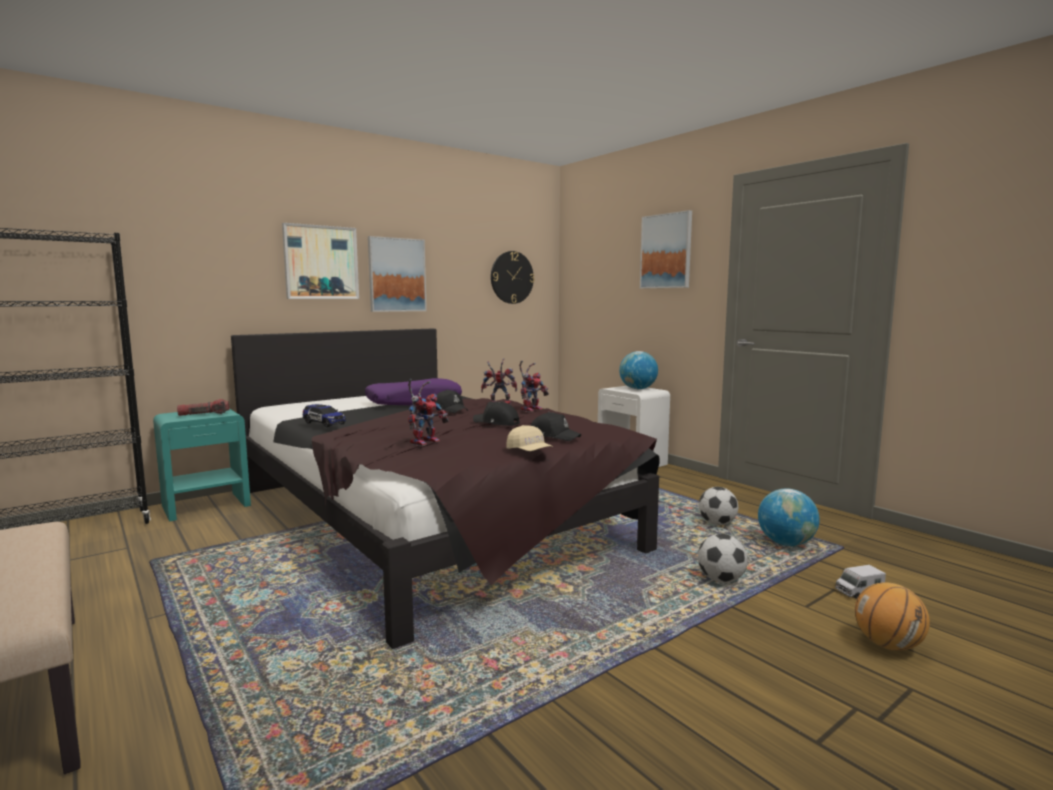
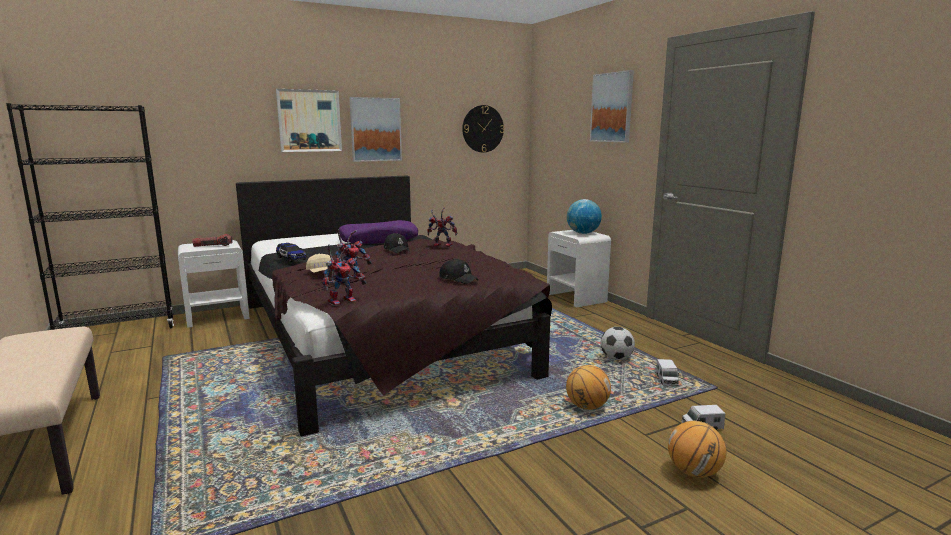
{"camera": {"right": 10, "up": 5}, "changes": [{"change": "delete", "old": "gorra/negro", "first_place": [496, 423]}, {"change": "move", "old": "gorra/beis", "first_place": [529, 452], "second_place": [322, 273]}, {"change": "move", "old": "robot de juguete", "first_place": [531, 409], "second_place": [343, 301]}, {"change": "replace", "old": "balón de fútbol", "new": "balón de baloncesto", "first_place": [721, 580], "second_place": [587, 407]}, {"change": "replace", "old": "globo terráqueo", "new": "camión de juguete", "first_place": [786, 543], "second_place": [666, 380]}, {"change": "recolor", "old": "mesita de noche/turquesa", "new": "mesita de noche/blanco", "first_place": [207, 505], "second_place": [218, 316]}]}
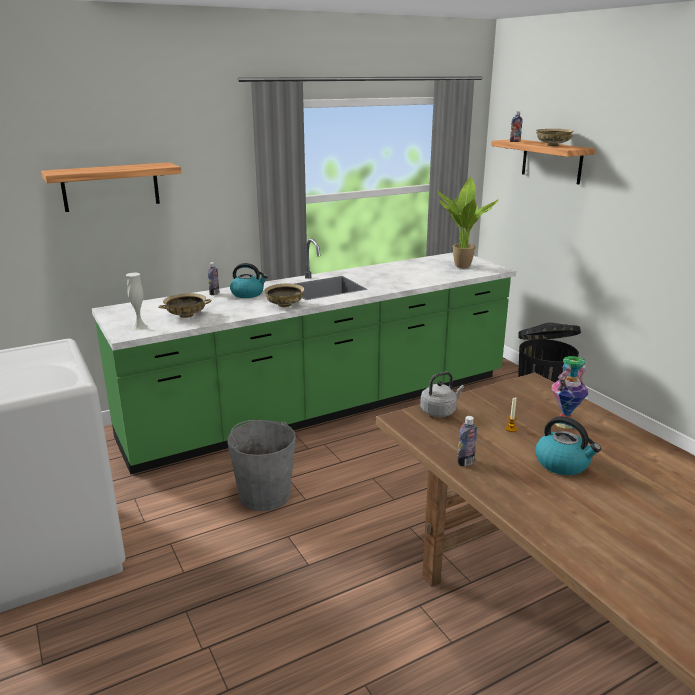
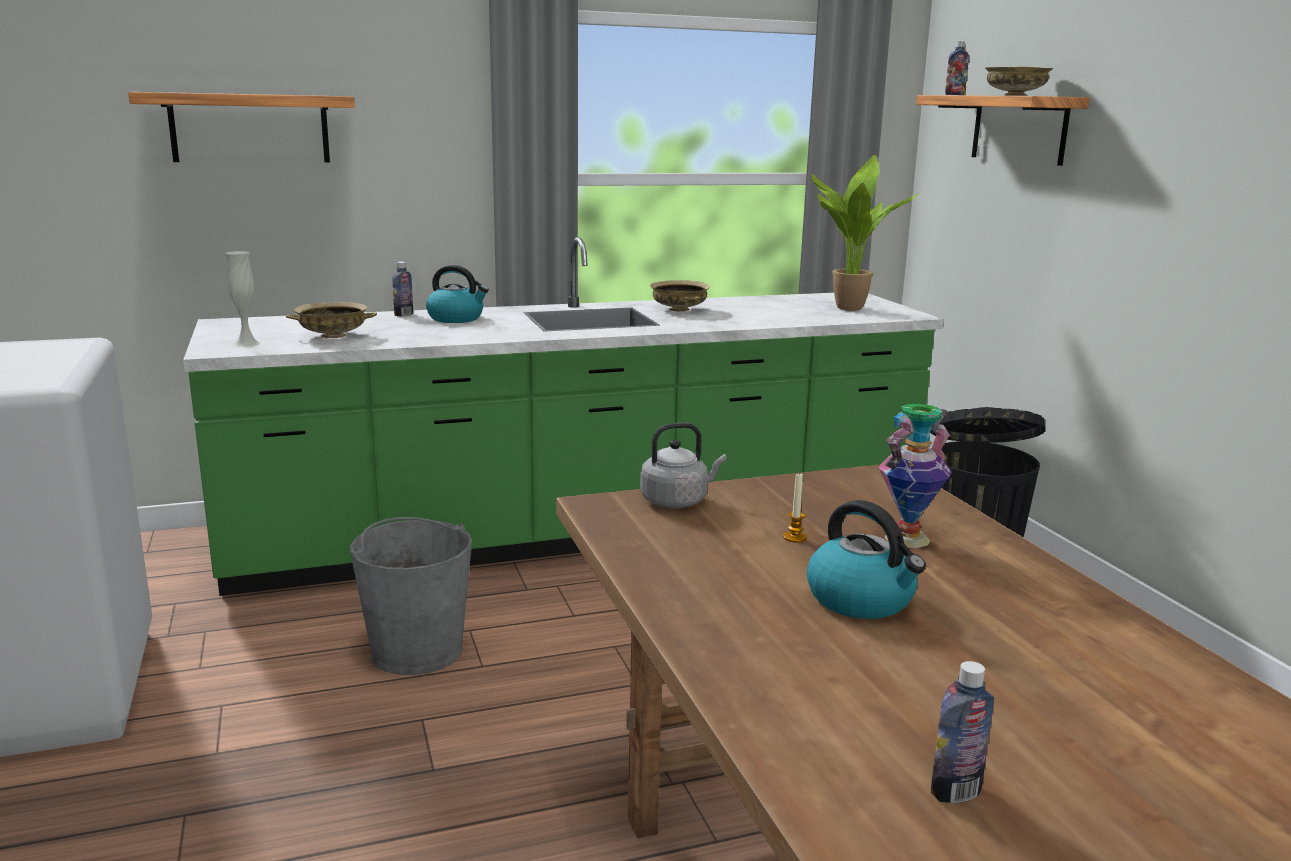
{"camera": {"right": 10, "up": -5}, "changes": [{"change": "move", "old": "cuenco/beis", "first_place": [285, 305], "second_place": [679, 310]}, {"change": "move", "old": "botella", "first_place": [465, 462], "second_place": [955, 792]}]}
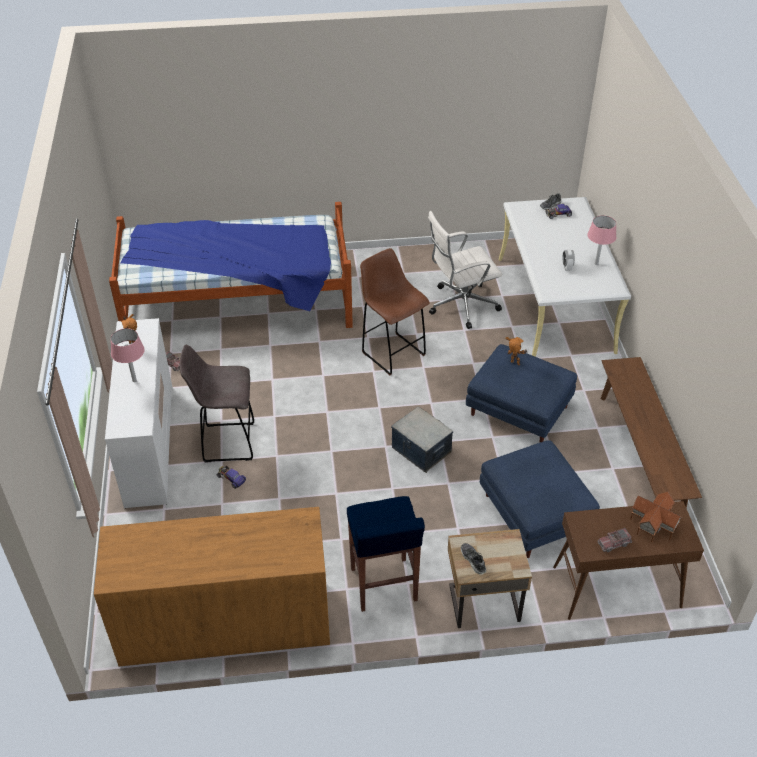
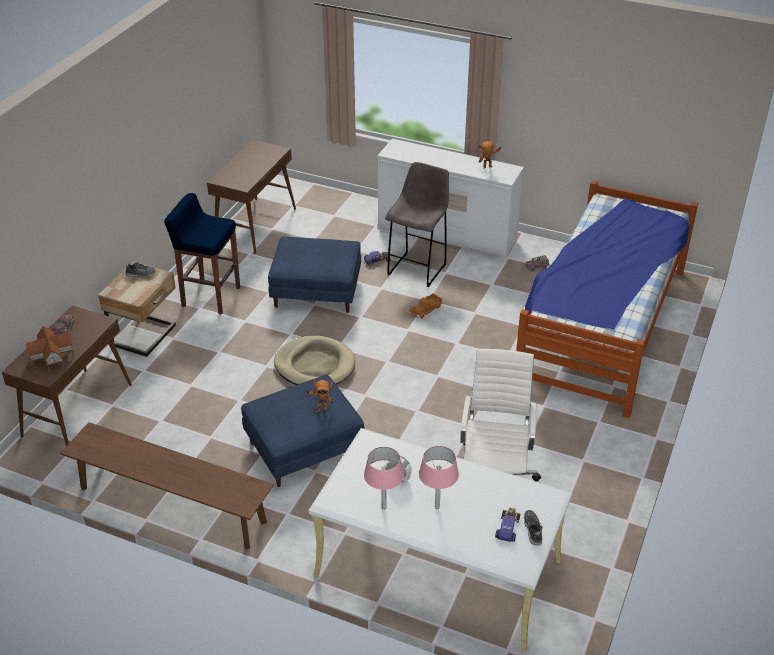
{"camera": {"right": 120, "up": -5}, "changes": [{"change": "delete", "old": "taburete/marrón", "first_place": [392, 352]}, {"change": "insert", "new": "camión de juguete", "second_place": [426, 309]}, {"change": "move", "old": "lámpara de mesa/rosa", "first_place": [134, 380], "second_place": [437, 507]}, {"change": "move", "old": "puf/azul", "first_place": [533, 514], "second_place": [317, 292]}, {"change": "replace", "old": "cómoda/marrón", "new": "mesa consola/marrón", "first_place": [224, 622], "second_place": [255, 225]}, {"change": "replace", "old": "caja de almacenaje", "new": "cama para perro/beis", "first_place": [421, 450], "second_place": [315, 365]}]}
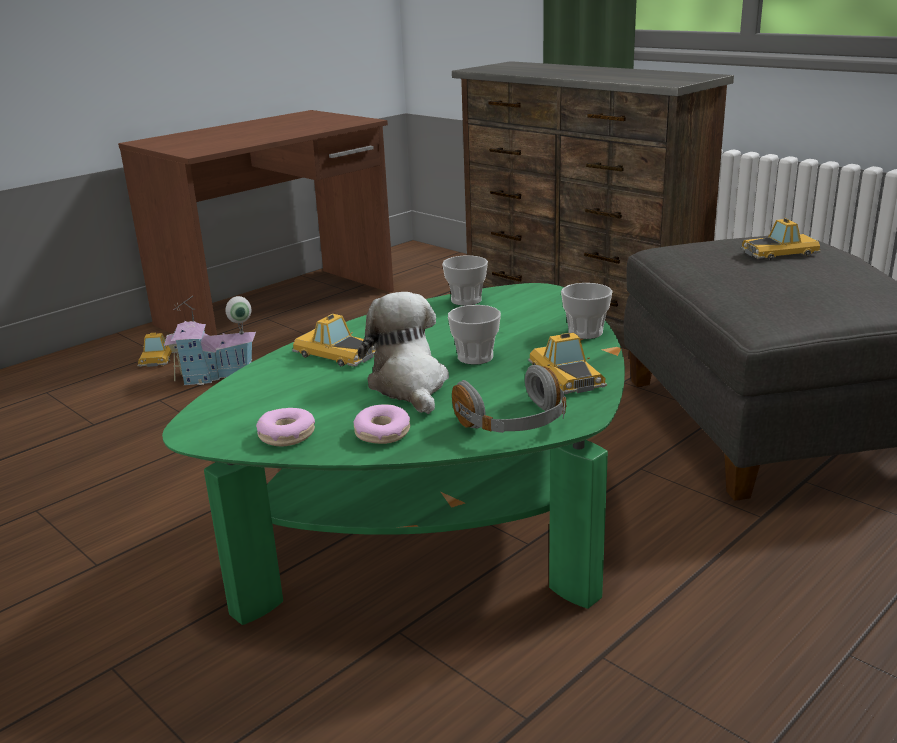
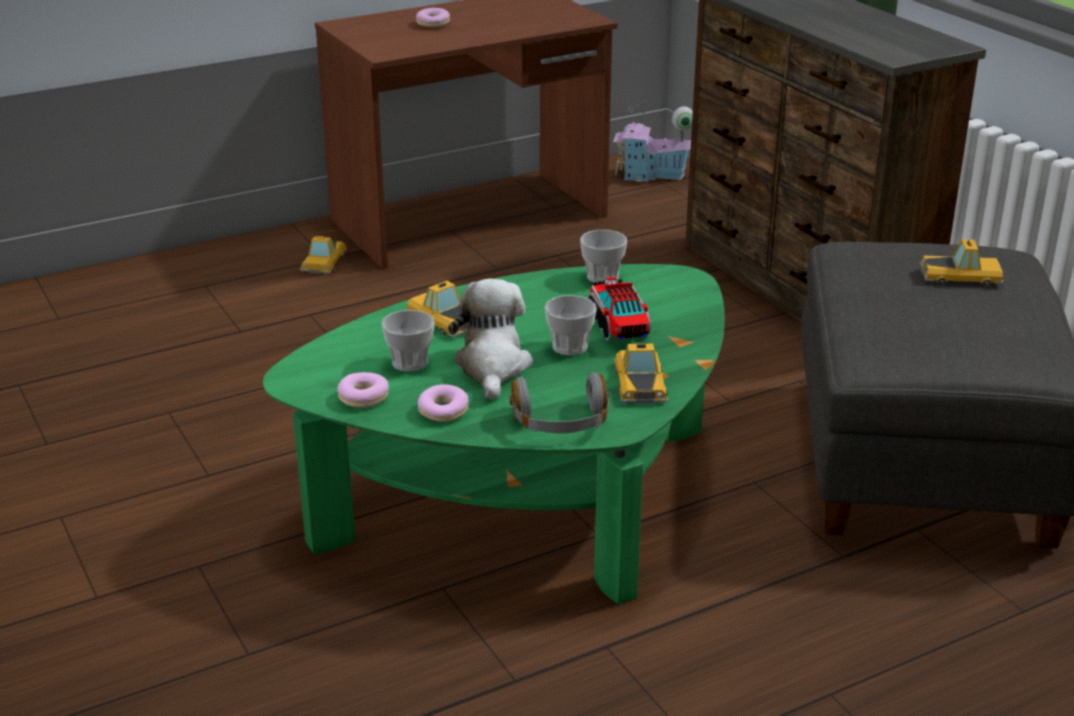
{"camera": {"right": 15, "up": 5}, "changes": [{"change": "insert", "new": "rosquilla", "second_place": [433, 24]}, {"change": "insert", "new": "camión de juguete", "second_place": [619, 324]}, {"change": "move", "old": "casita", "first_place": [216, 375], "second_place": [652, 175]}, {"change": "move", "old": "taza", "first_place": [585, 332], "second_place": [410, 363]}]}
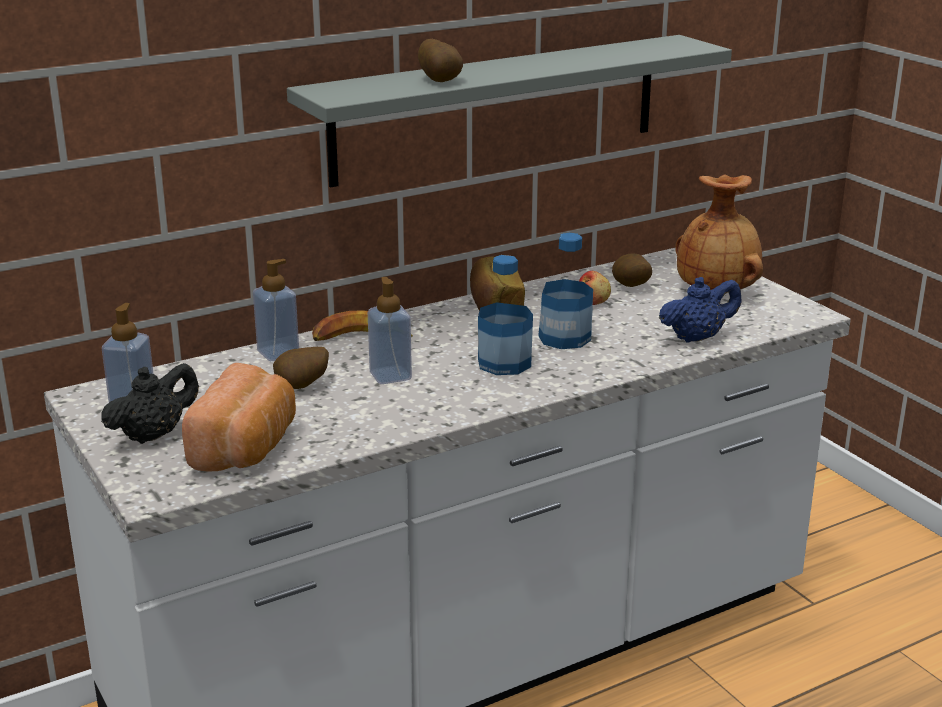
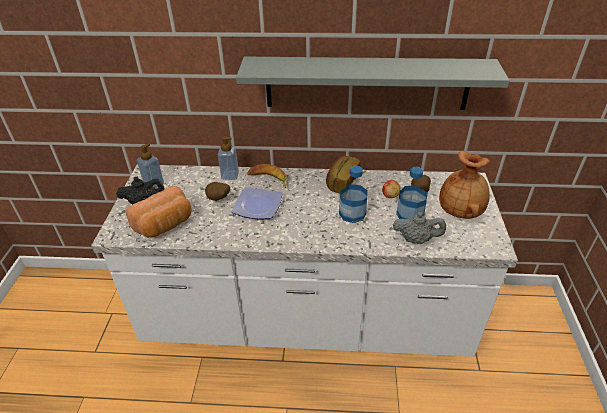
{"camera": {"right": 35, "up": 15}, "changes": [{"change": "delete", "old": "patata", "first_place": [441, 80]}, {"change": "move", "old": "botella", "first_place": [504, 363], "second_place": [410, 215]}, {"change": "replace", "old": "dispensador de jabón", "new": "plato", "first_place": [390, 376], "second_place": [256, 206]}, {"change": "recolor", "old": "tetera/azul", "new": "tetera/gris", "first_place": [697, 337], "second_place": [416, 240]}]}
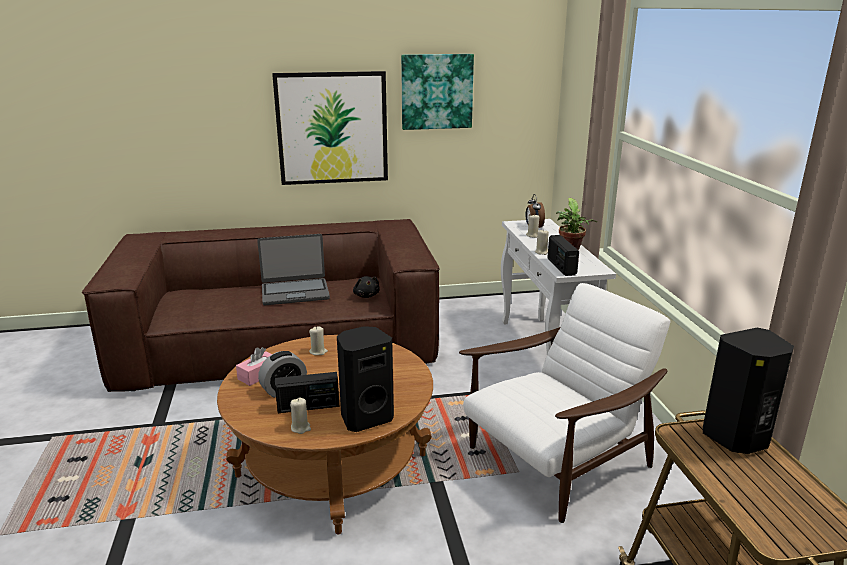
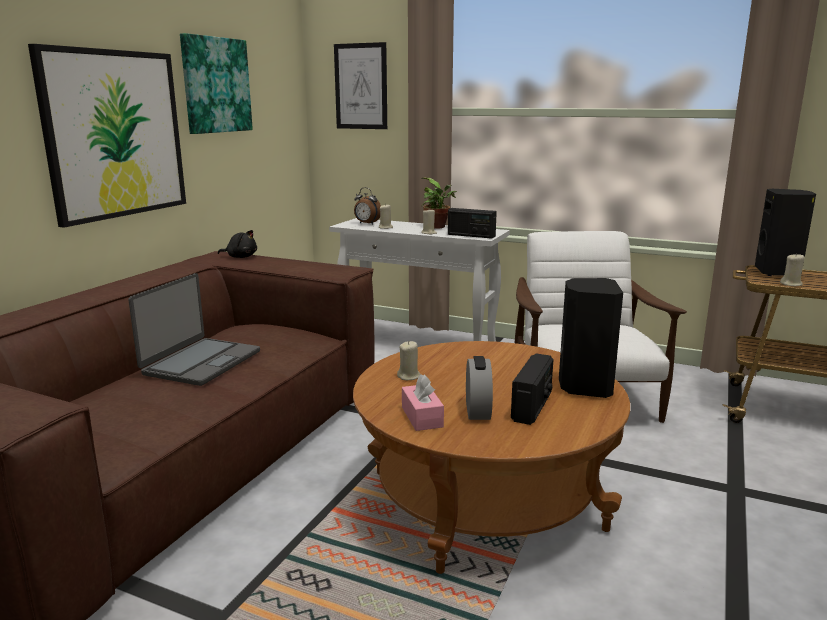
{"camera": {"right": -55, "up": -5}, "changes": [{"change": "insert", "new": "cuadro", "second_place": [361, 86]}, {"change": "move", "old": "vela/beis", "first_place": [301, 428], "second_place": [791, 284]}, {"change": "move", "old": "peluche/negro", "first_place": [366, 295], "second_place": [240, 257]}]}
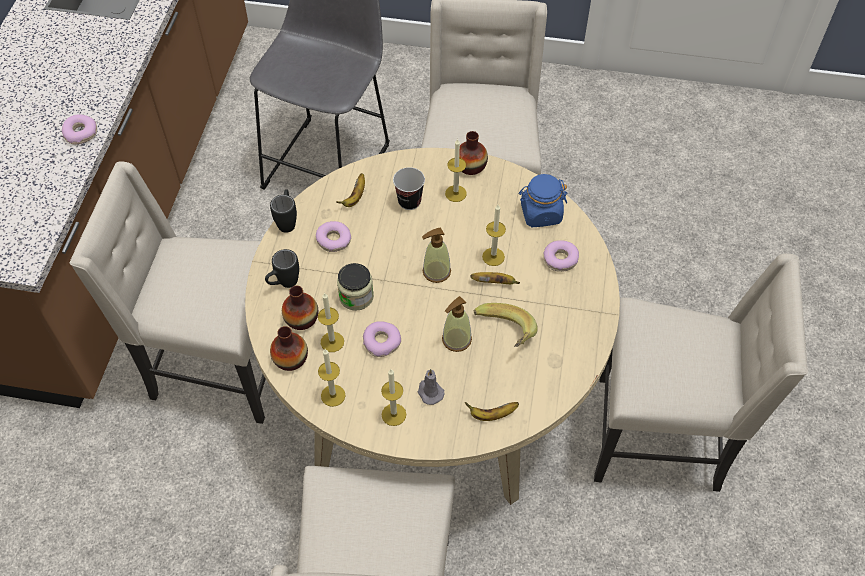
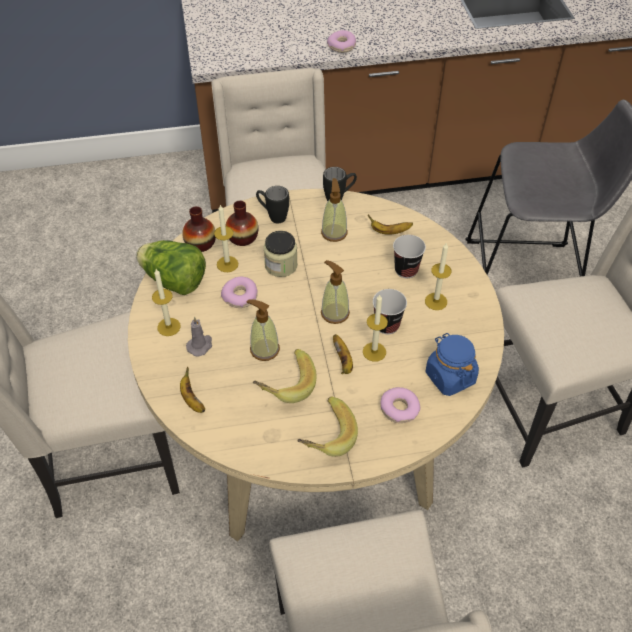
{"camera": {"right": 70, "up": -5}, "changes": [{"change": "delete", "old": "florero", "first_place": [471, 166]}, {"change": "insert", "new": "plátano", "second_place": [324, 436]}, {"change": "insert", "new": "taza", "second_place": [387, 325]}, {"change": "replace", "old": "rosquilla", "new": "dispensador de jabón", "first_place": [334, 240], "second_place": [334, 232]}, {"change": "replace", "old": "vela", "new": "lechuga", "first_place": [333, 395], "second_place": [174, 281]}]}
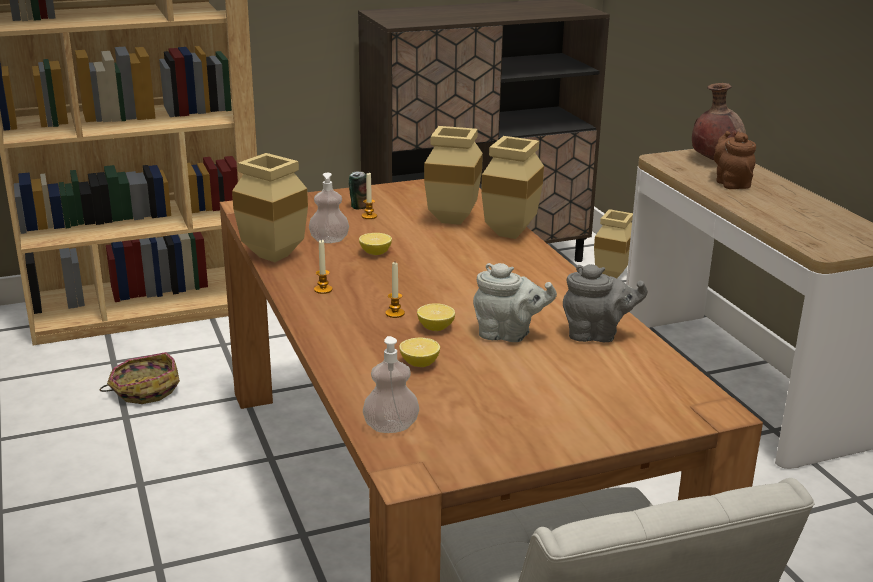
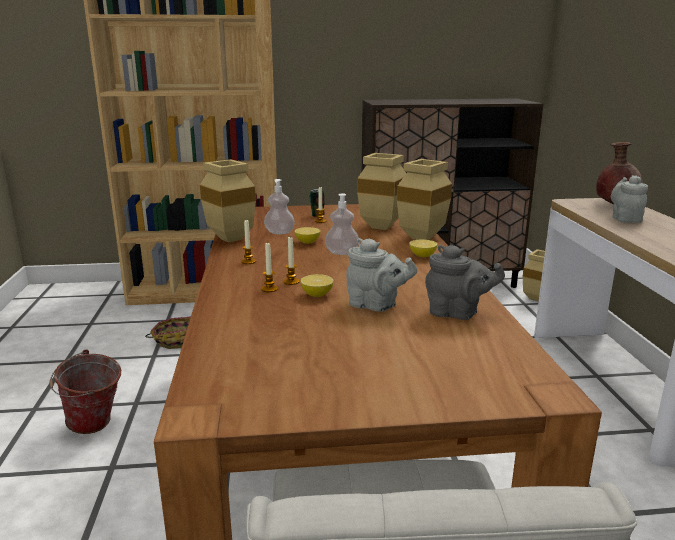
{"camera": {"right": 15, "up": -5}, "changes": [{"change": "insert", "new": "cubo", "second_place": [94, 427]}, {"change": "insert", "new": "vela", "second_place": [269, 289]}, {"change": "move", "old": "dispensador de jabón", "first_place": [391, 427], "second_place": [342, 252]}, {"change": "move", "old": "limón", "first_place": [419, 363], "second_place": [422, 256]}, {"change": "recolor", "old": "tetera/marrón", "new": "tetera/gris", "first_place": [731, 183], "second_place": [625, 219]}]}
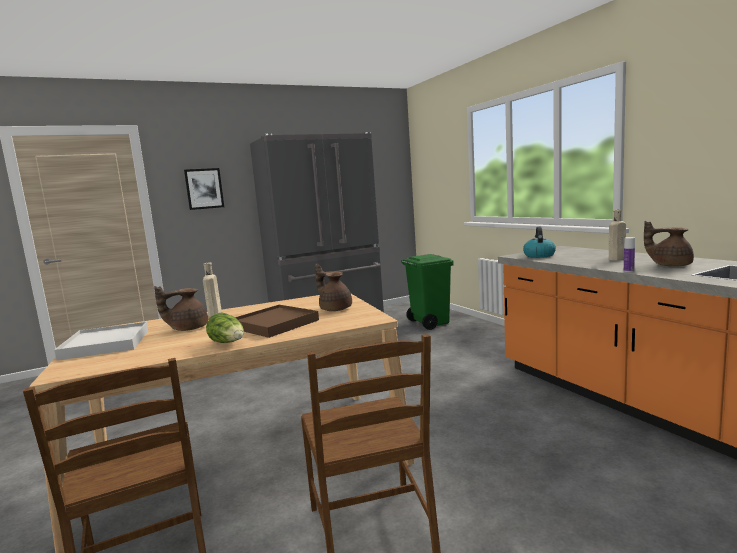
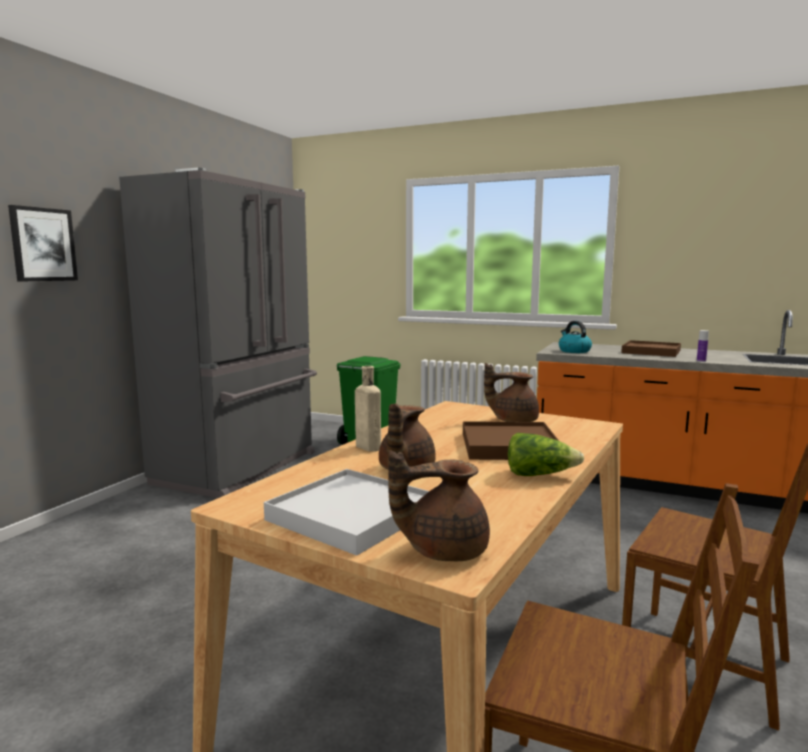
{"camera": {"right": -40, "up": 0}, "changes": [{"change": "move", "old": "tetera/marrón", "first_place": [669, 265], "second_place": [443, 550]}, {"change": "replace", "old": "botella/beis", "new": "bandeja/marrón", "first_place": [617, 258], "second_place": [651, 352]}]}
